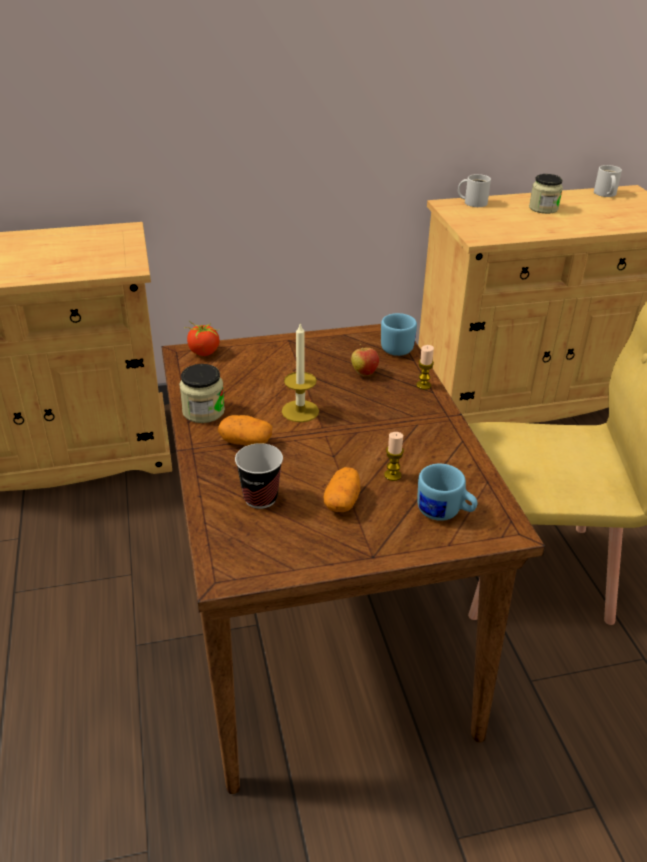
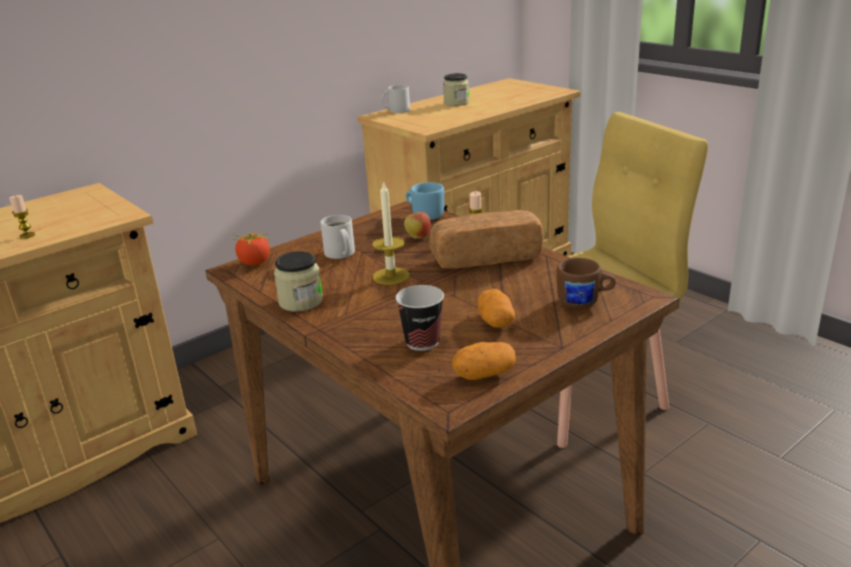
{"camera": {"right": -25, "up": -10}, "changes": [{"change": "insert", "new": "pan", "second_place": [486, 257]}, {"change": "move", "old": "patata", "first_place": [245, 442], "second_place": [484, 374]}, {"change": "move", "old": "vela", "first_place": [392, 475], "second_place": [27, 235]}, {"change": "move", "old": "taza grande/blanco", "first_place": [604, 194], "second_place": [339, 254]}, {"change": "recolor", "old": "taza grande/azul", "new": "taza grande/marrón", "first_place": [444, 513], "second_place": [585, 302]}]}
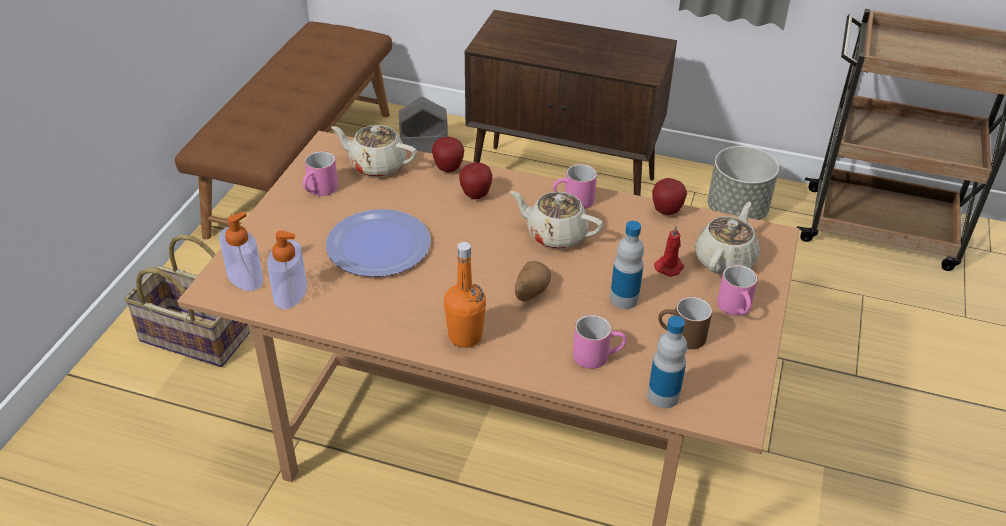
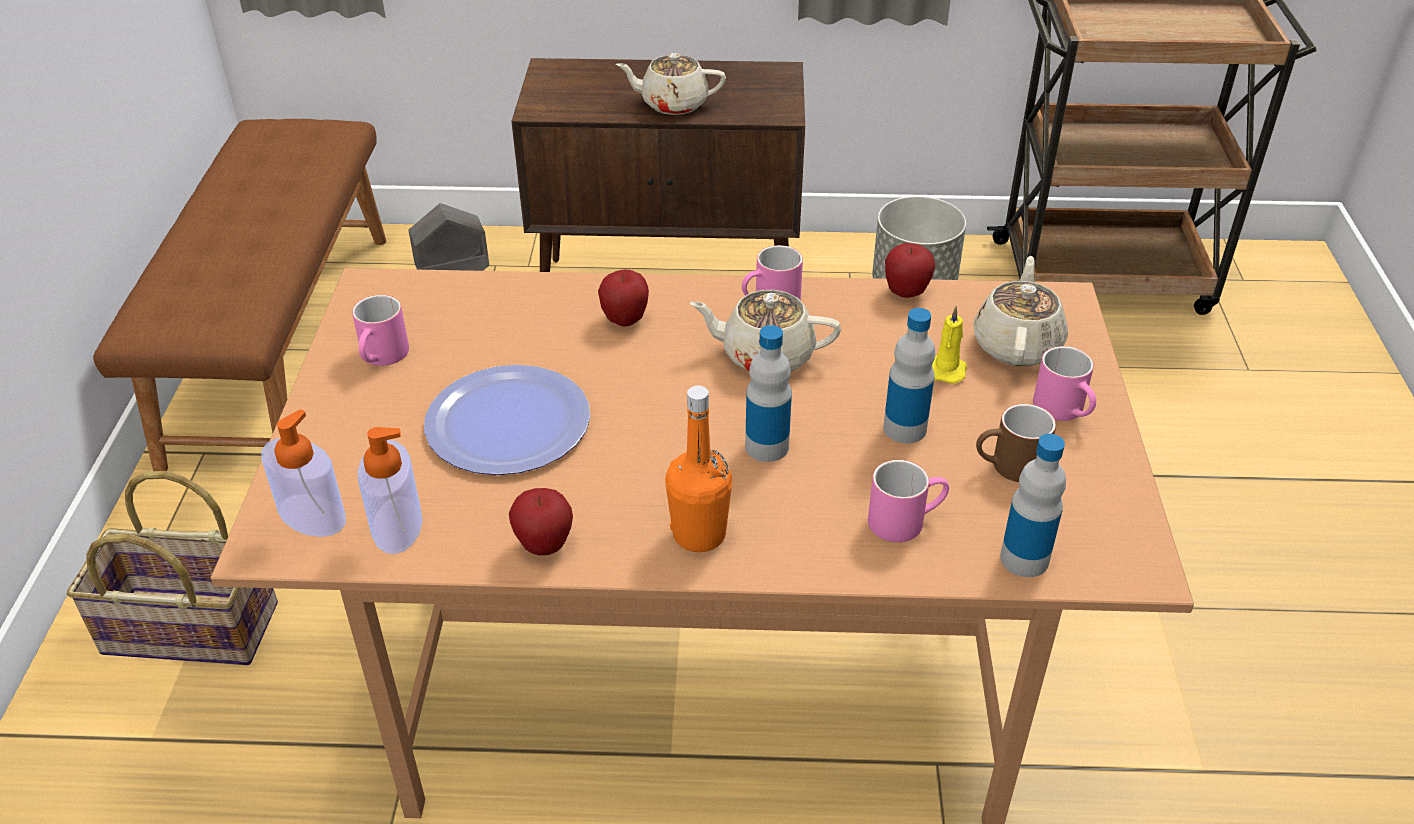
{"camera": {"right": -15, "up": 0}, "changes": [{"change": "move", "old": "tetera/beis", "first_place": [376, 165], "second_place": [673, 104]}, {"change": "move", "old": "manzana", "first_place": [448, 169], "second_place": [544, 546]}, {"change": "replace", "old": "patata", "new": "botella", "first_place": [530, 292], "second_place": [767, 446]}, {"change": "recolor", "old": "vela/rojo", "new": "vela/amarillo", "first_place": [669, 266], "second_place": [946, 369]}]}
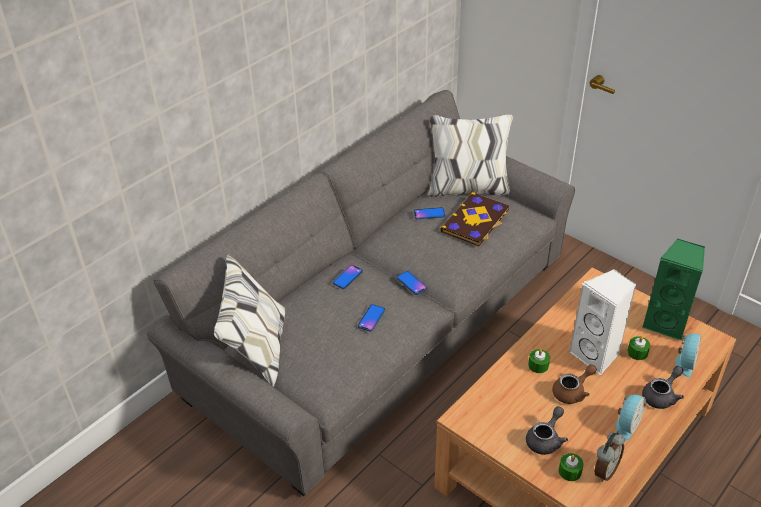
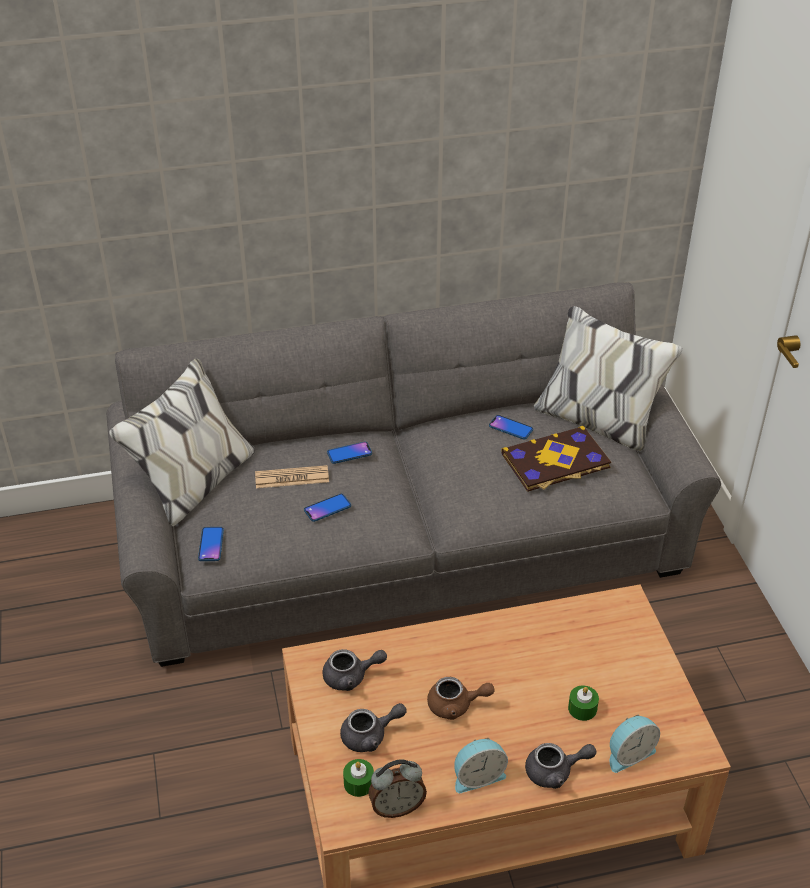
{"camera": {"right": 35, "up": 0}, "changes": [{"change": "delete", "old": "vela/verde", "first_place": [538, 365]}, {"change": "delete", "old": "altavoz/blanco", "first_place": [596, 355]}, {"change": "delete", "old": "altavoz/verde", "first_place": [666, 323]}, {"change": "insert", "new": "periódico", "second_place": [292, 478]}, {"change": "insert", "new": "tetera/gris", "second_place": [351, 677]}, {"change": "move", "old": "móvil", "first_place": [411, 283], "second_place": [211, 544]}]}
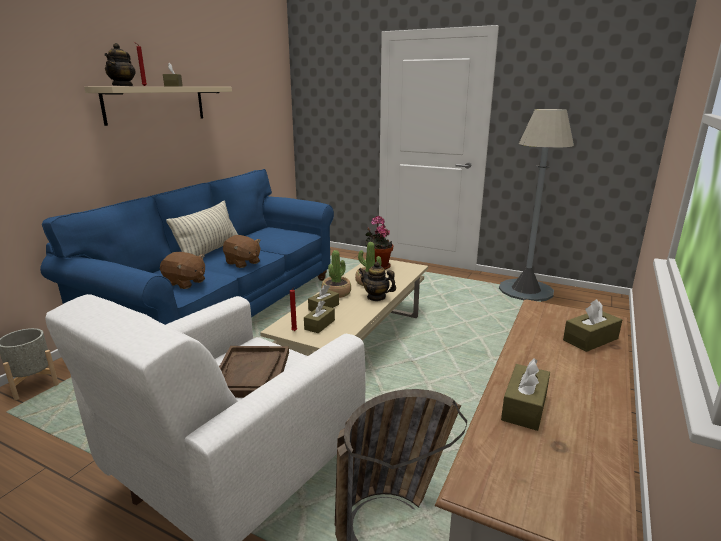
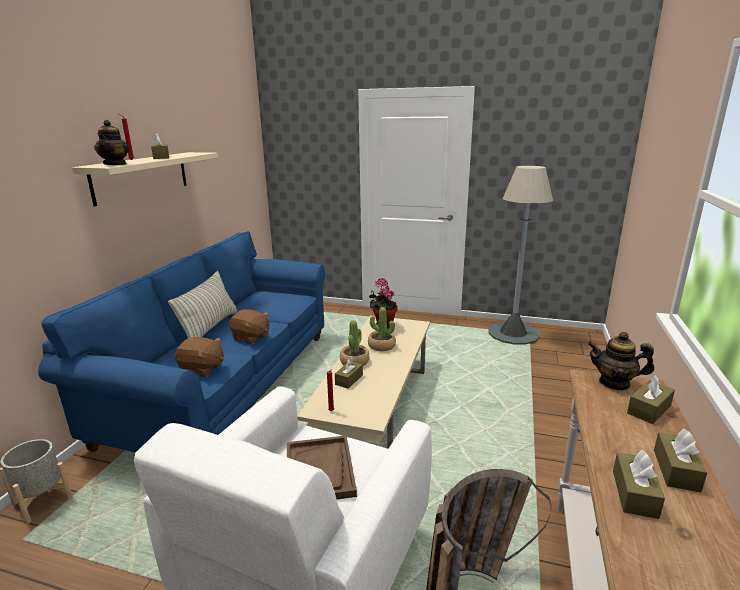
{"camera": {"right": -10, "up": 0}, "changes": [{"change": "move", "old": "caja de pañuelos/marrón", "first_place": [319, 325], "second_place": [676, 470]}, {"change": "move", "old": "tetera", "first_place": [376, 297], "second_place": [614, 383]}]}
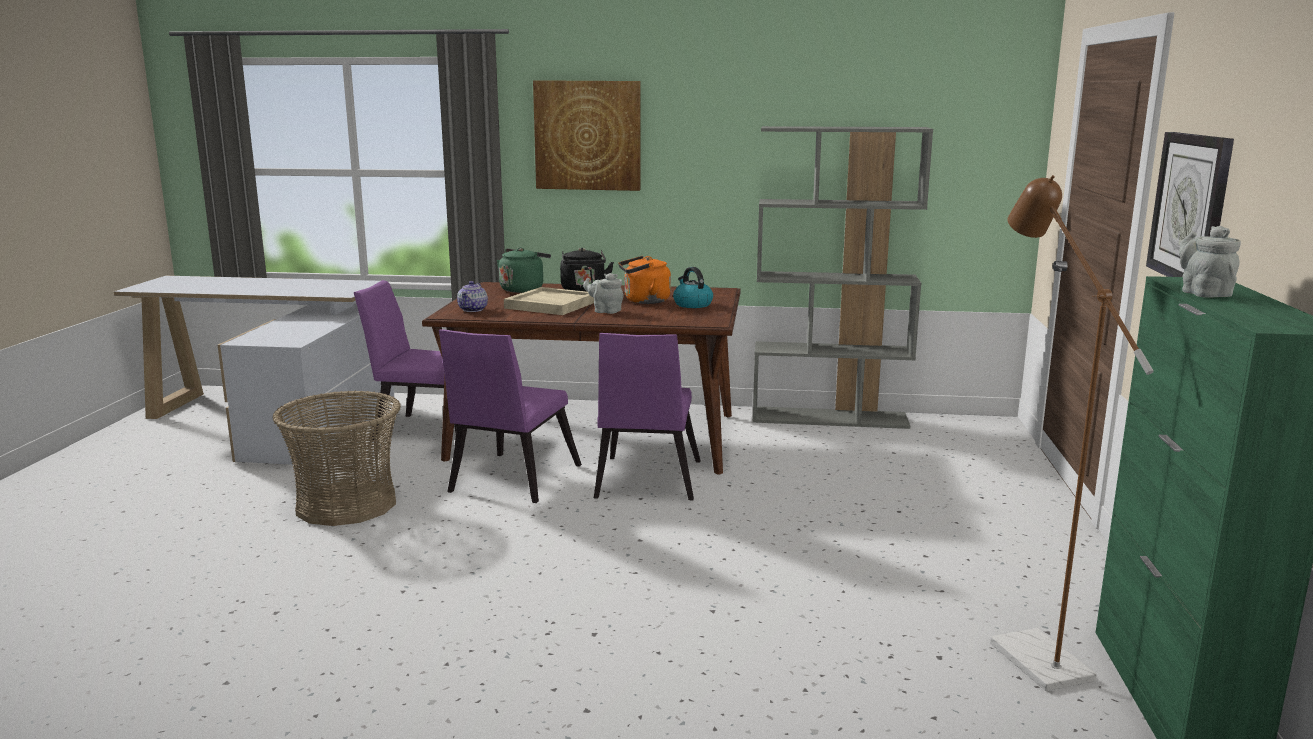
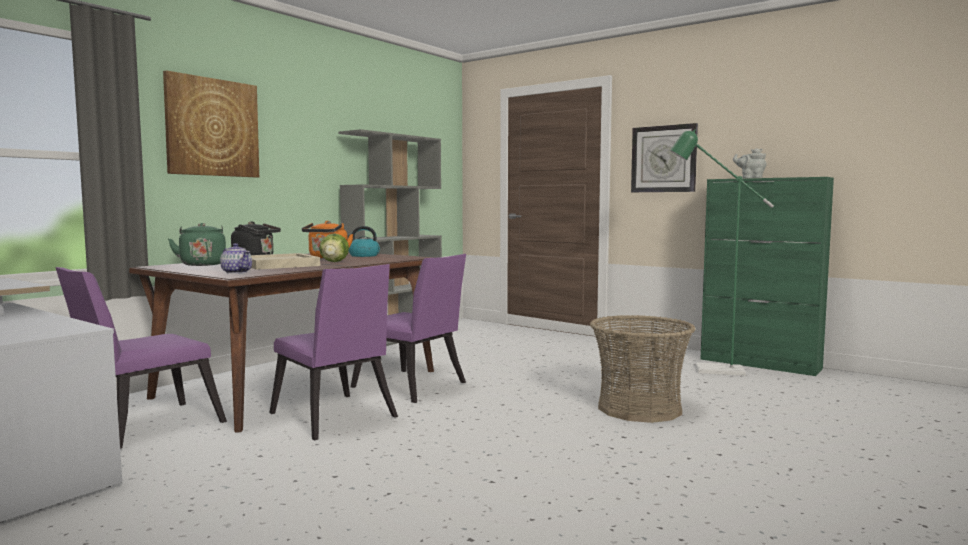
{"camera": {"right": -60, "up": -10}, "changes": [{"change": "move", "old": "cesta", "first_place": [346, 504], "second_place": [639, 408]}, {"change": "replace", "old": "tetera/gris", "new": "lechuga", "first_place": [605, 311], "second_place": [334, 262]}, {"change": "recolor", "old": "lámpara de pie/marrón", "new": "lámpara de pie/verde", "first_place": [1028, 651], "second_place": [709, 370]}]}
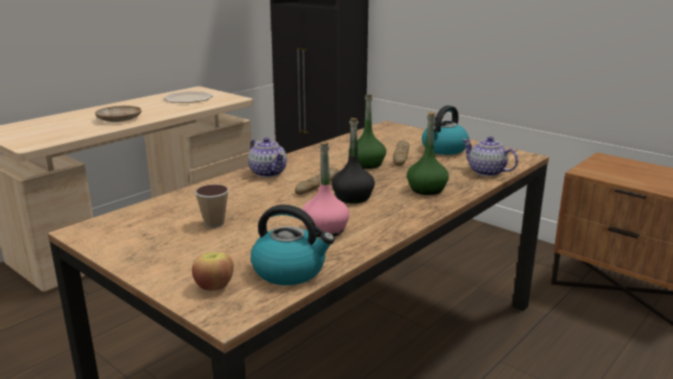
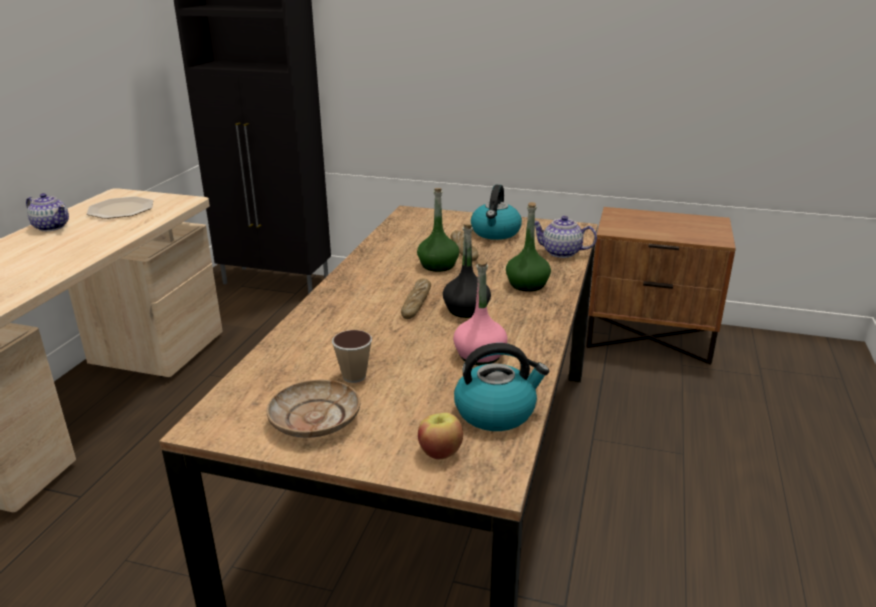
{"camera": {"right": -25, "up": 5}, "changes": [{"change": "move", "old": "plato/beis", "first_place": [119, 119], "second_place": [314, 419]}, {"change": "move", "old": "tetera", "first_place": [268, 172], "second_place": [51, 227]}]}
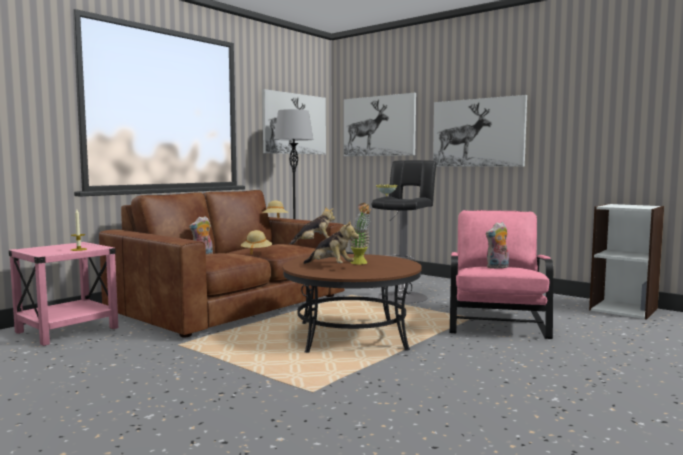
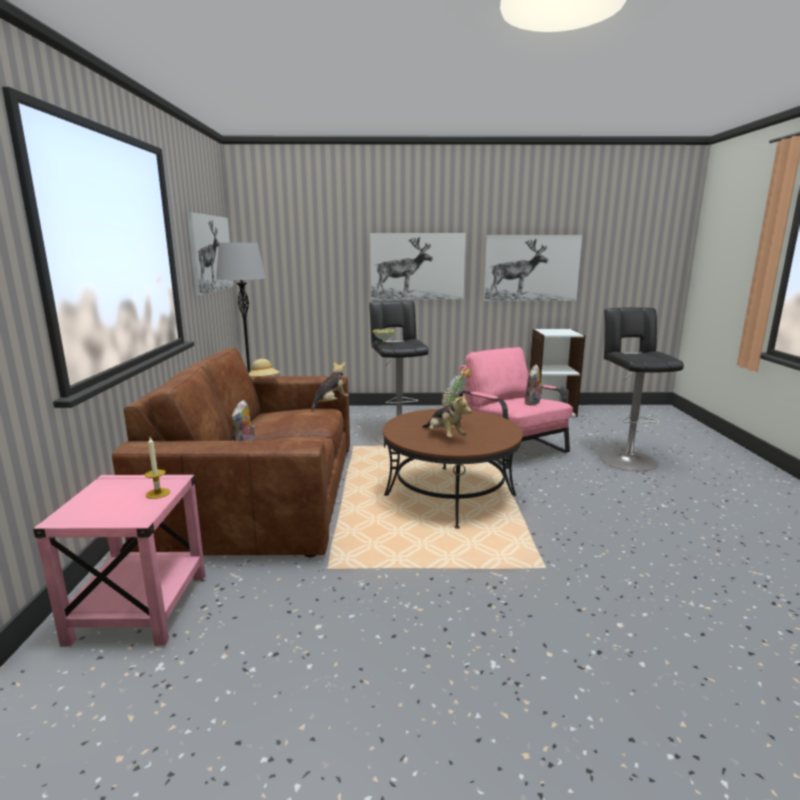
{"camera": {"right": -40, "up": 10}, "changes": [{"change": "delete", "old": "sombrero/beis", "first_place": [256, 252]}, {"change": "insert", "new": "taburete/negro", "second_place": [626, 458]}, {"change": "move", "old": "cuadro", "first_place": [378, 126], "second_place": [531, 268]}, {"change": "rotate", "old": "peluche", "first_place": [330, 266], "second_place": [445, 436], "degrees": 60}]}
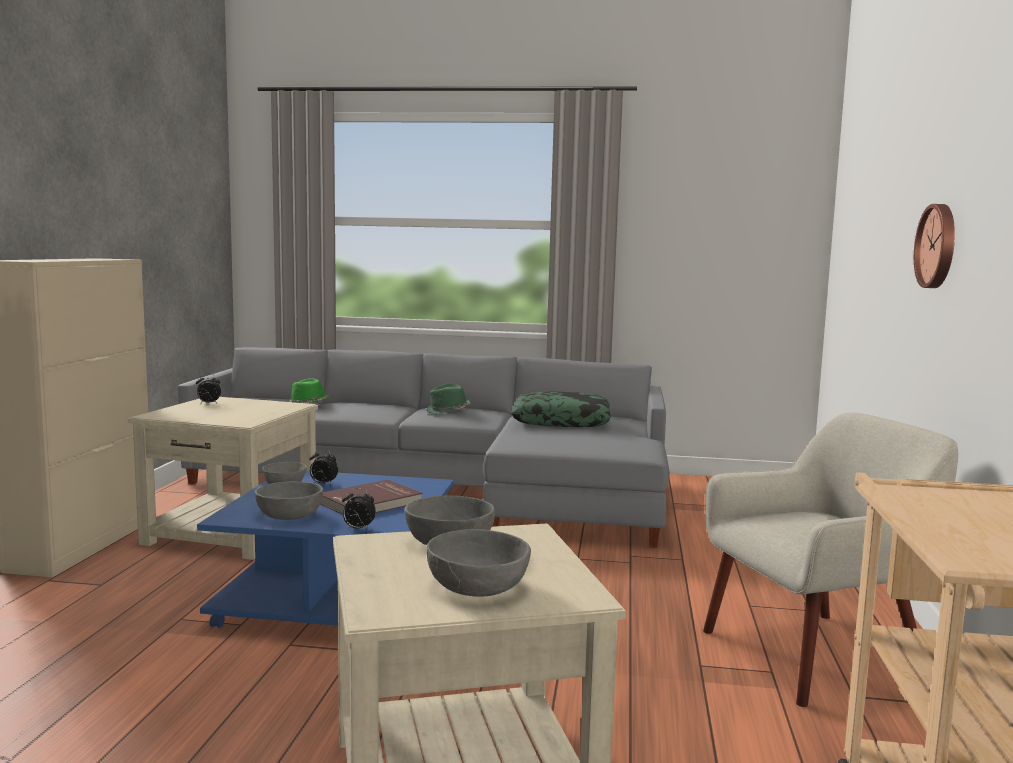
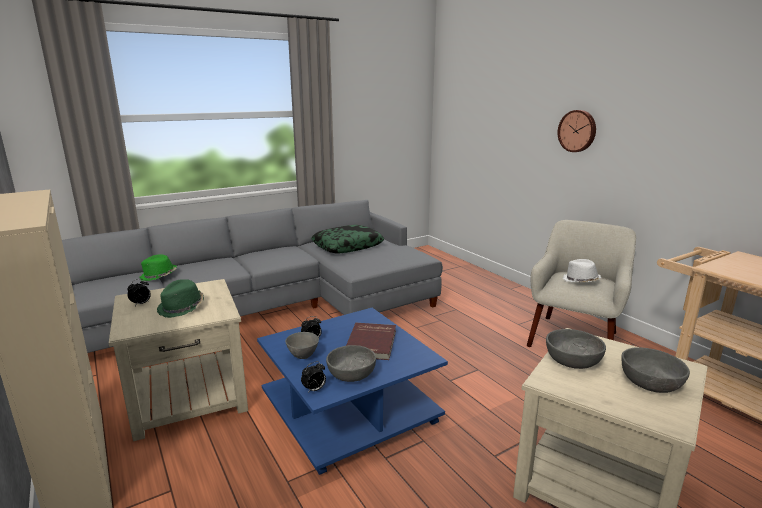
{"camera": {"right": -40, "up": 10}, "changes": [{"change": "insert", "new": "sombrero/blanco", "second_place": [580, 281]}, {"change": "move", "old": "despertador", "first_place": [358, 529], "second_place": [314, 390]}, {"change": "move", "old": "sombrero/verde", "first_place": [448, 411], "second_place": [182, 308]}]}
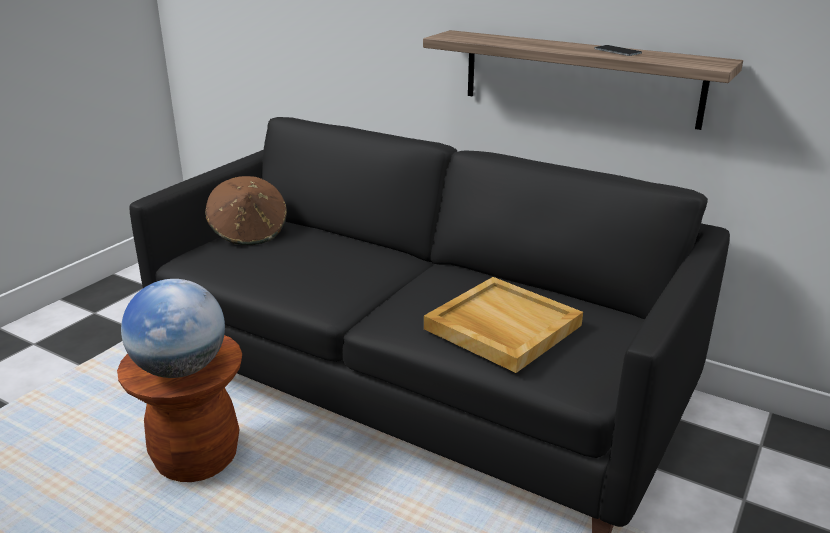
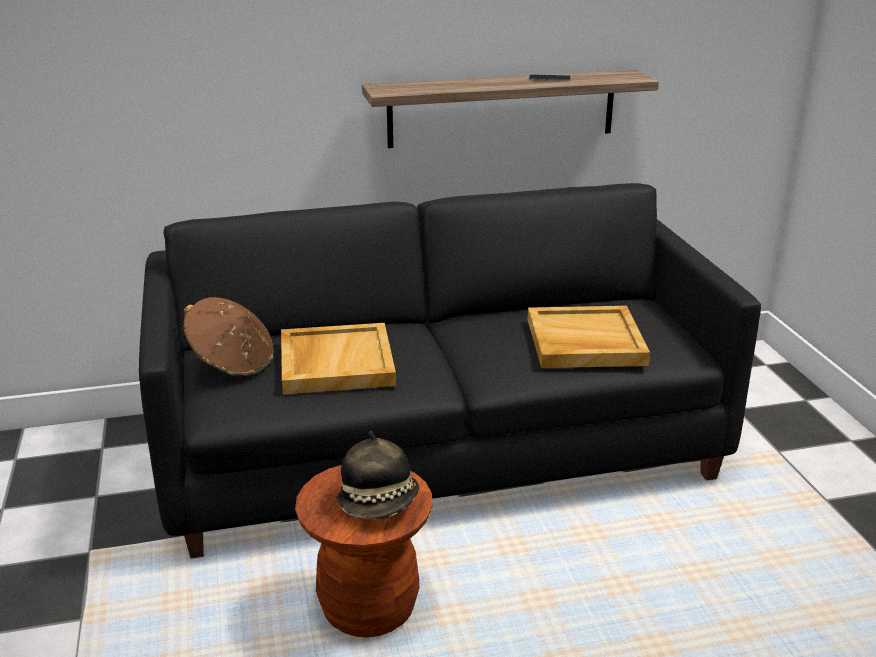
{"camera": {"right": -45, "up": 0}, "changes": [{"change": "insert", "new": "bandeja/beis", "second_place": [335, 362]}, {"change": "replace", "old": "globo terráqueo", "new": "sombrero", "first_place": [181, 369], "second_place": [379, 504]}]}
